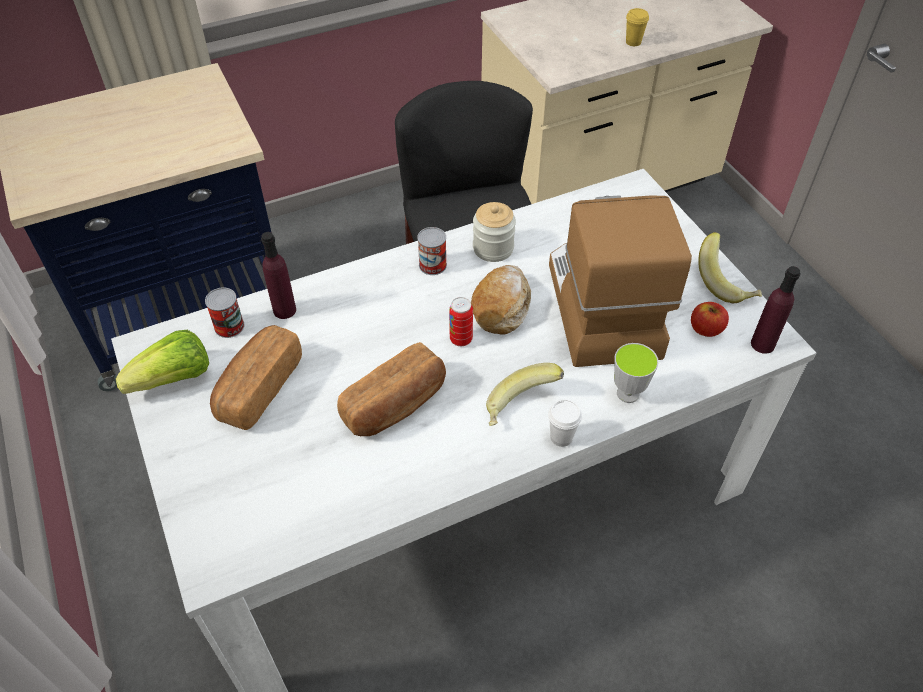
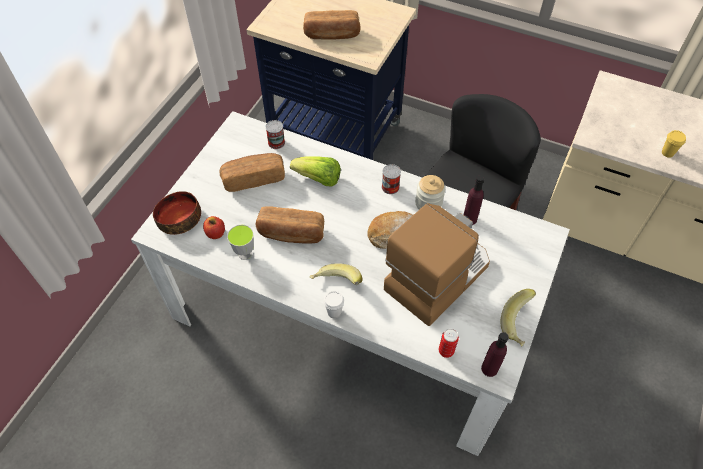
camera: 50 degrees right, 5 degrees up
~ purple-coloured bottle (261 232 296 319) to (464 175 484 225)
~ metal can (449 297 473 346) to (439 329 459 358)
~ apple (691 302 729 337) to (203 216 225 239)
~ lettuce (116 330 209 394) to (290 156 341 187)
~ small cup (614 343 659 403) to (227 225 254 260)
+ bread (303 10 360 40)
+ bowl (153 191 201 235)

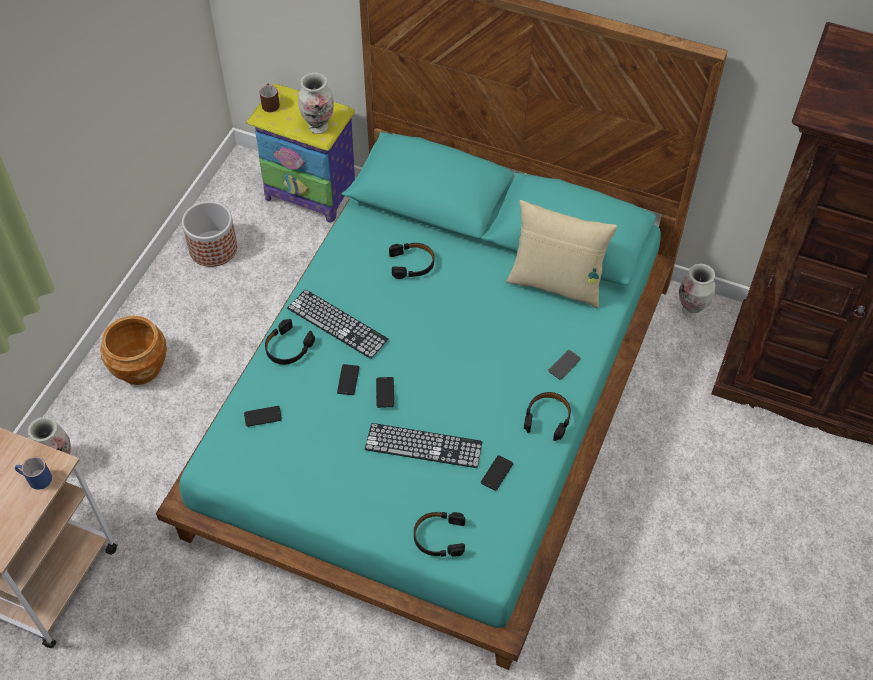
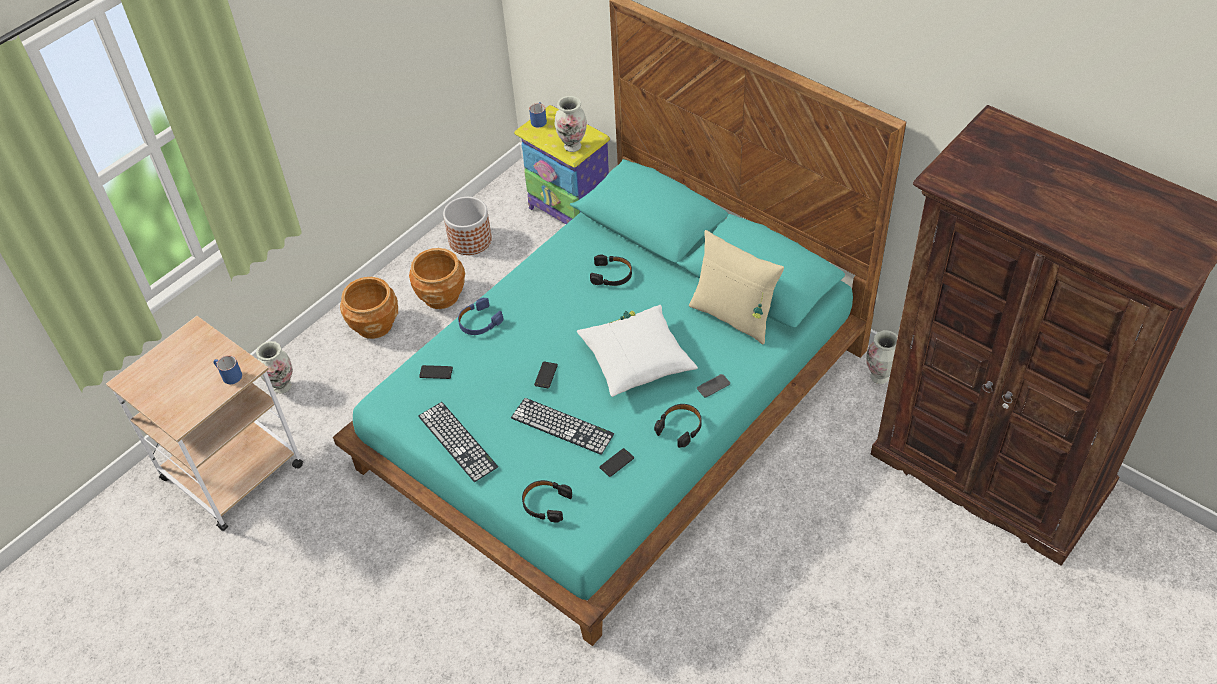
camera: 20 degrees right, 5 degrees down
~ brown-coloured tea mug (260 84 280 112) to bluish tea mug (529 102 547 127)
~ computer keyboard (287 289 389 359) to (418 402 498 482)
~ black headset (265 319 315 365) to bluish headset (458 298 504 335)
- phone (337 364 359 395)
+ brown-coloured flower pot (409 248 465 309)
+ white-coloured pillow (577 305 698 397)

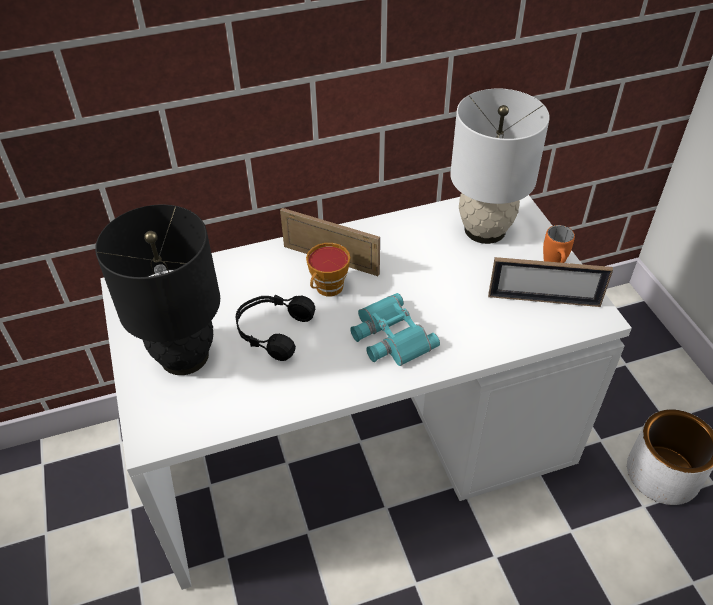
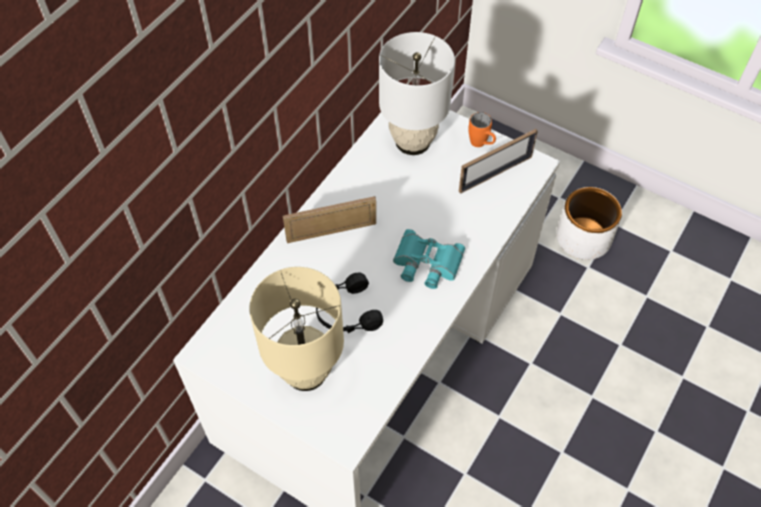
camera: 40 degrees left, 10 degrees up
~ black table lamp (95 205 220 375) to sand-coloured table lamp (249 267 344 391)
- small cup (306 243 350 296)

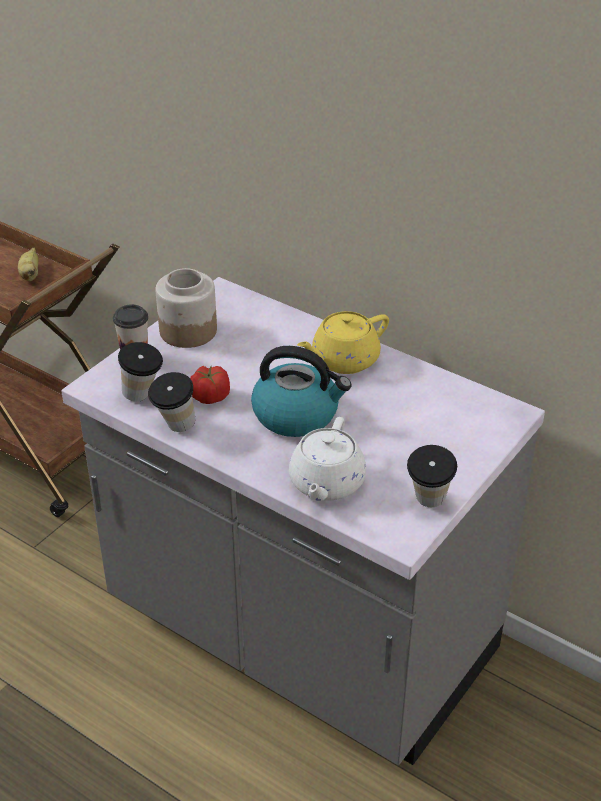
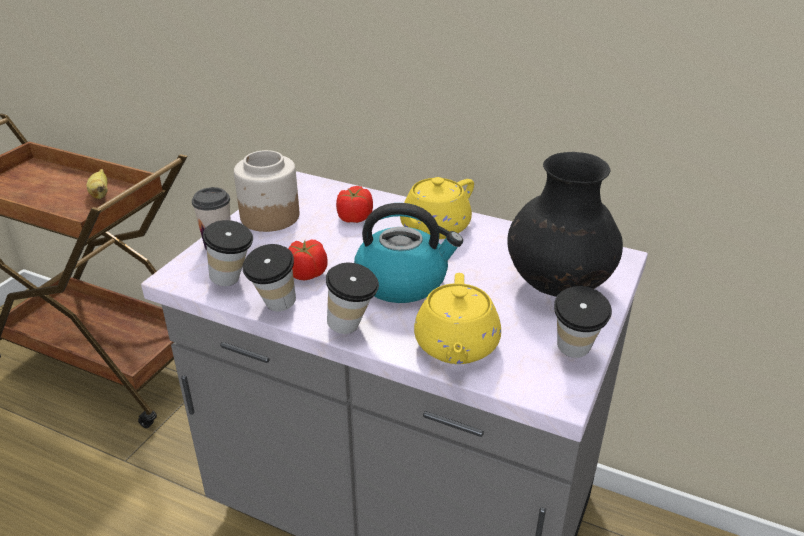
camera: 10 degrees left, 5 degrees down
~ white-coloured pot for tea (289 417 366 501) to yellow pot for tea (414 273 501 364)
+ black vase (507 152 623 297)
+ fresh tomato (336 186 373 223)
+ small cup (326 263 379 334)

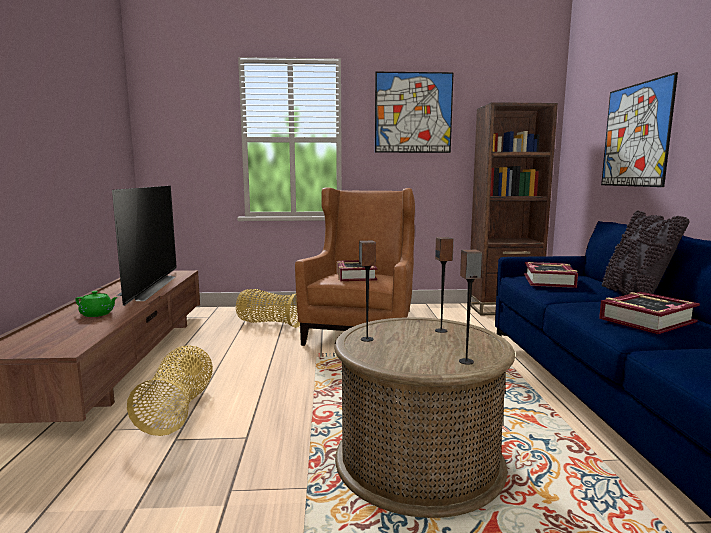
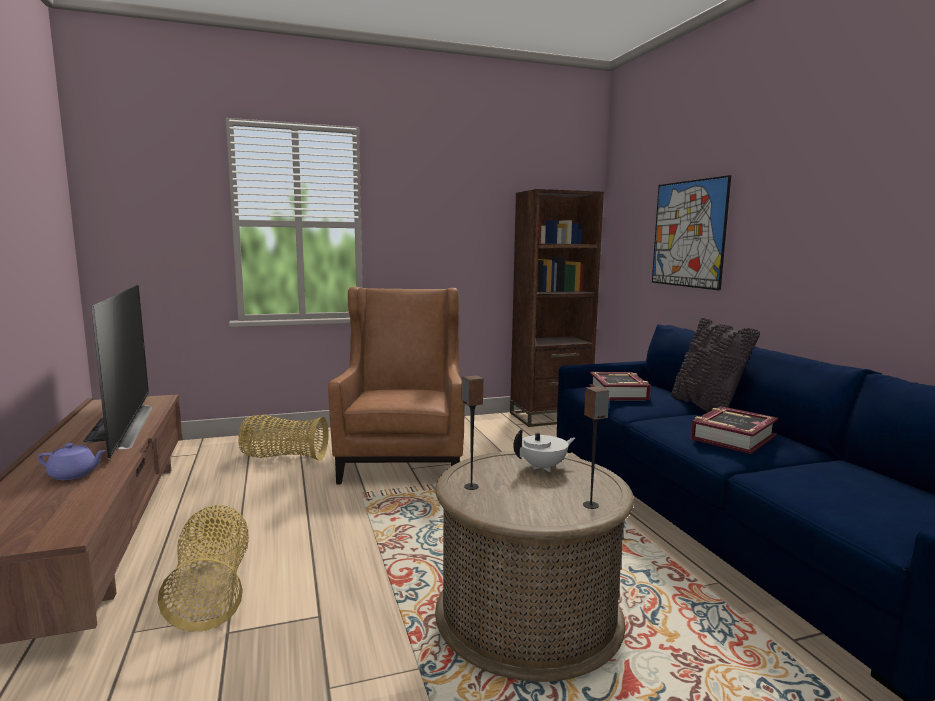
camera: 15 degrees left, 0 degrees up
- picture (375 72 454 153)
~ audio speaker (435 237 454 333) to white-coloured pot for tea (513 429 575 472)
- volume (336 260 377 281)
~ greenish pot for tea (75 291 118 317) to purple-coloured pot for tea (38 443 106 480)

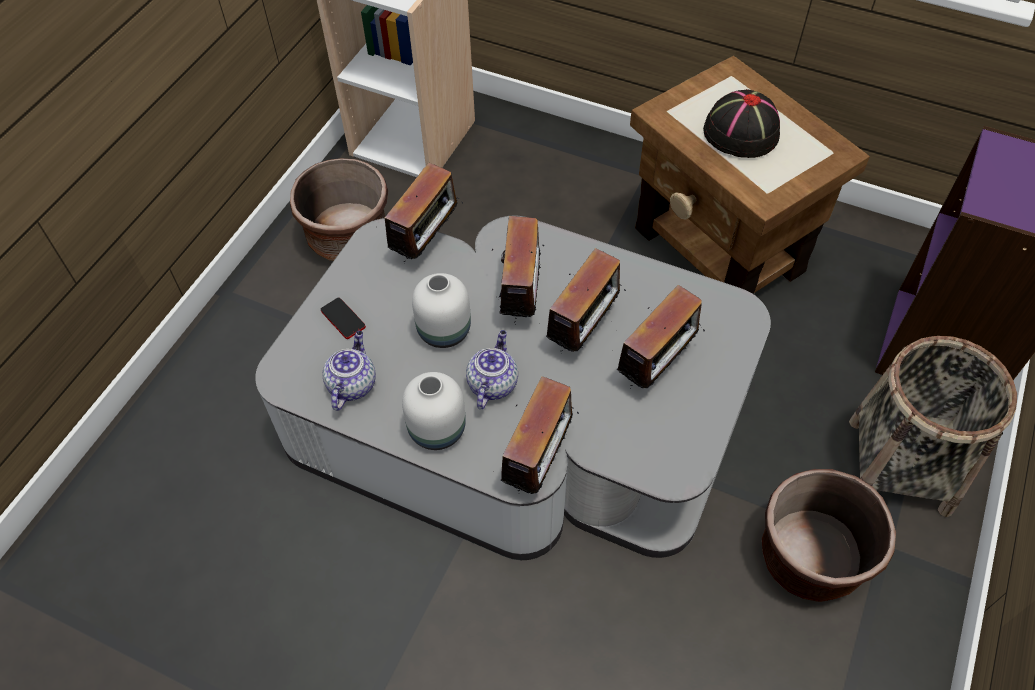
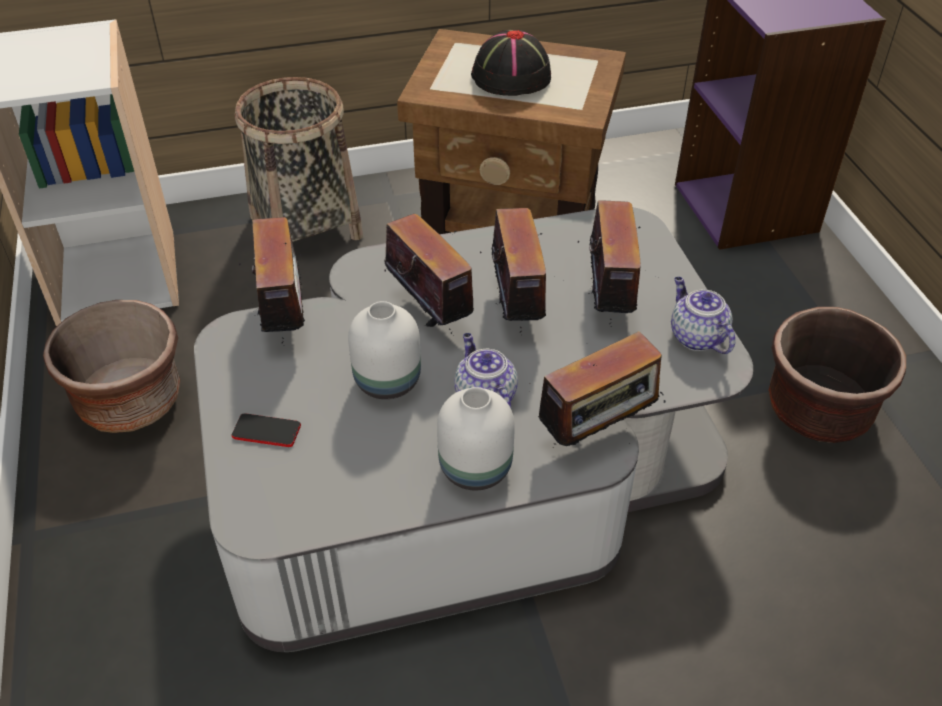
camera: 40 degrees left, 10 degrees down
~ pot for tea (323 331 376 411) to (671 277 735 354)
~ household basket (849 336 1017 517) to (235 77 363 242)
~ radio receiver (493 376 579 494) = (529 331 667 448) 75 degrees clockwise

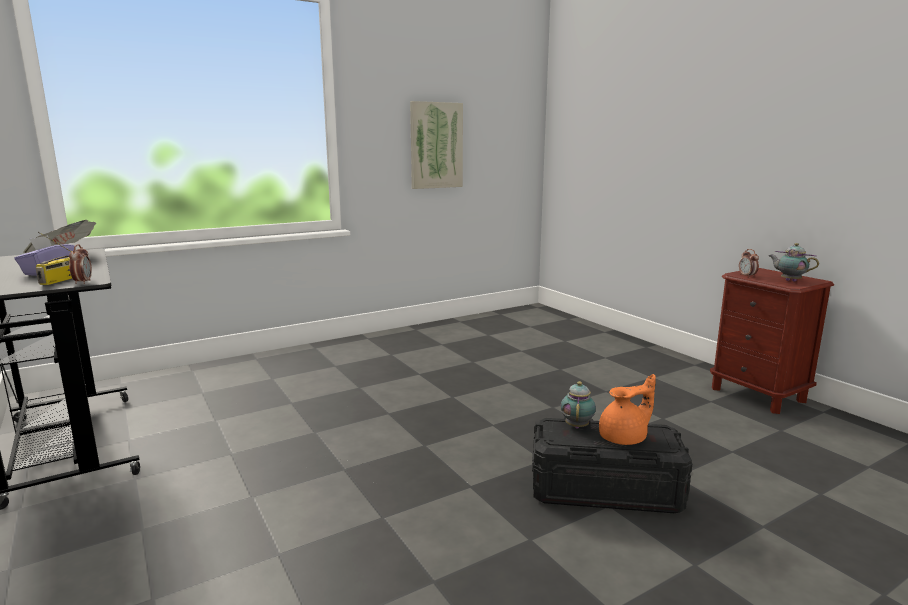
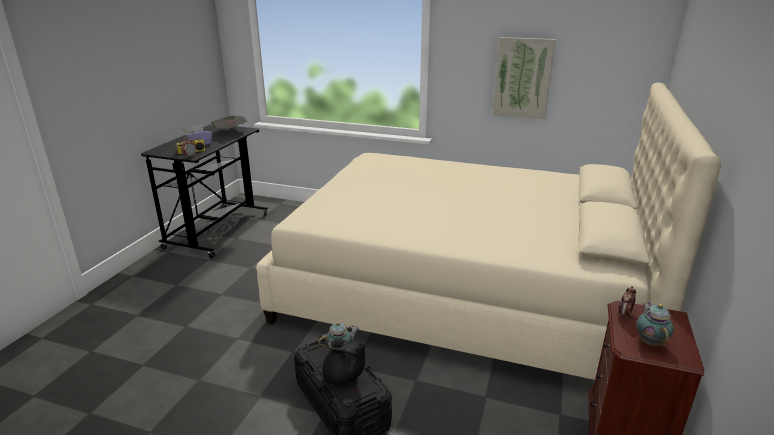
camera: 50 degrees right, 10 degrees up
~ orangey pot for tea (599 374 656 445) to black pot for tea (322 338 365 385)
+ sand-coloured bedroom bed (256 82 721 380)

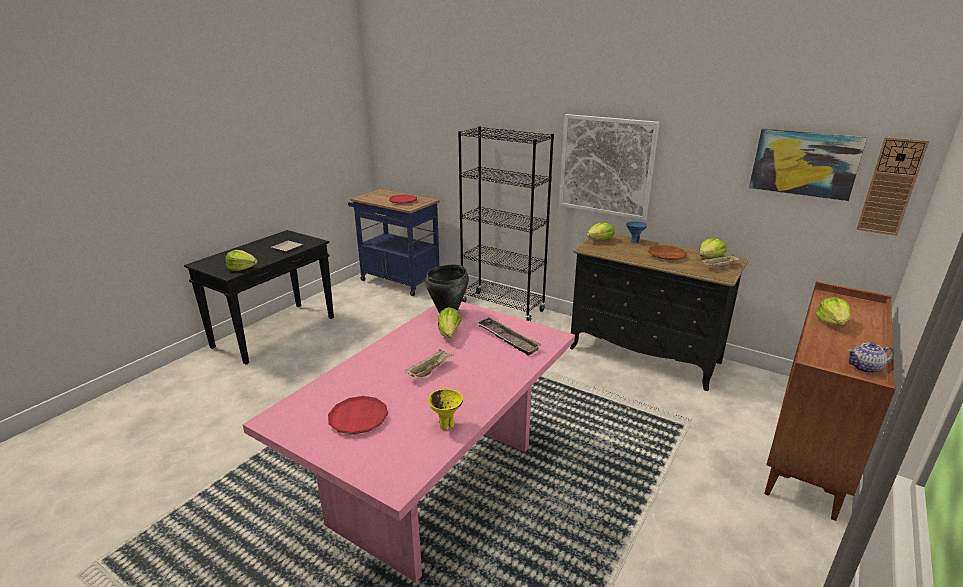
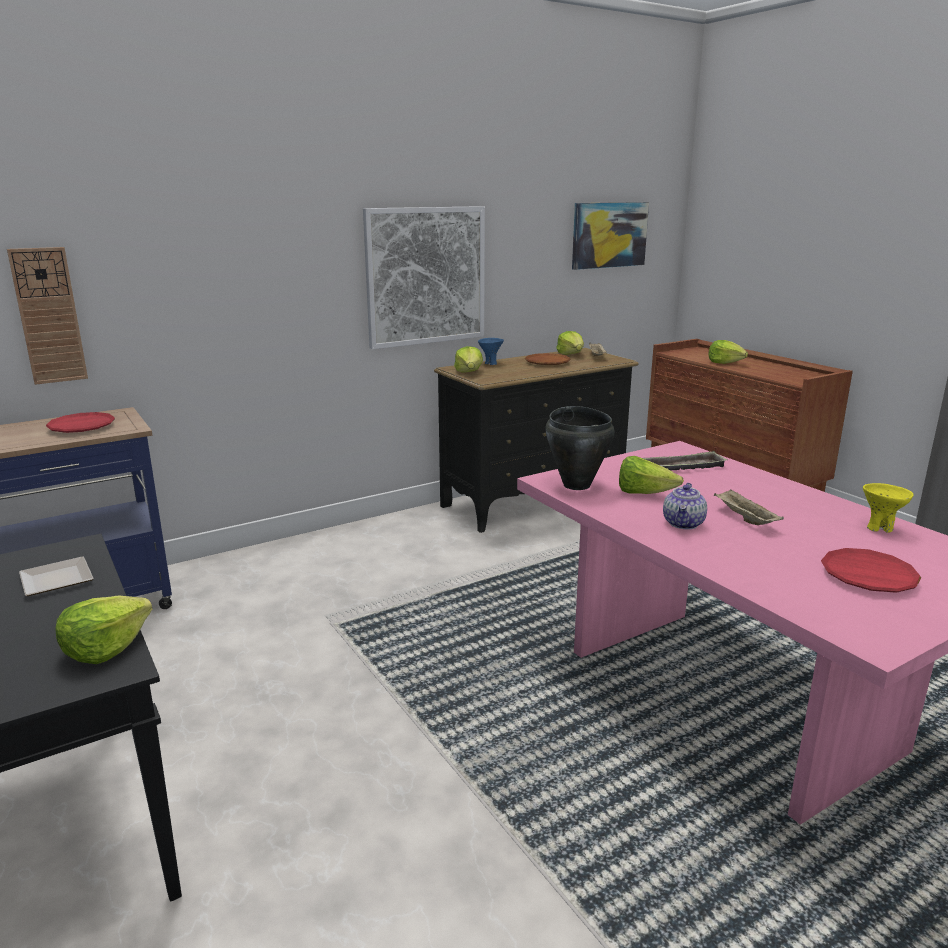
camera: 65 degrees left, 5 degrees down
- black bookcase (458 126 554 321)
~ hanging clock (856 137 929 236) to (7 247 88 385)
~ pot for tea (847 342 894 373) to (663 483 707 529)

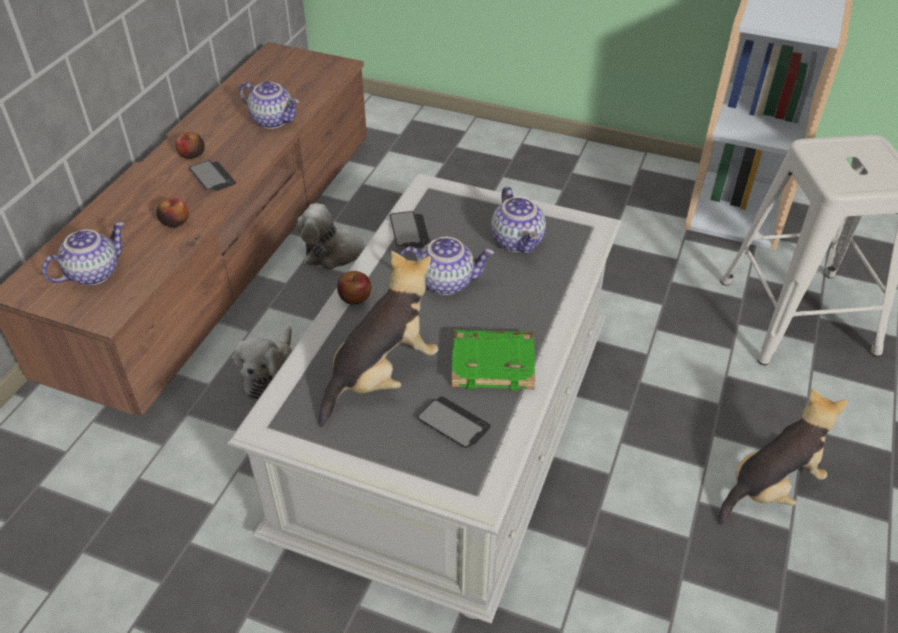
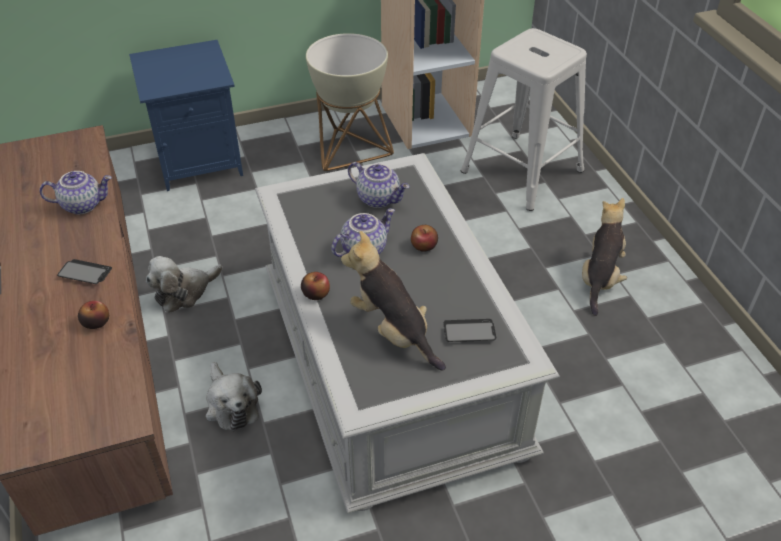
camera: 40 degrees left, 0 degrees up
~ apple (175 132 205 159) to (411 225 438 252)
- phone (390 211 430 248)
- pot for tea (42 222 125 285)
~ soft toy (318 251 439 427) = (341 231 446 371) 45 degrees counterclockwise
- greenish volume (451 330 535 391)
+ flower pot (306 33 394 171)
+ bluish nightstand (129 40 243 191)

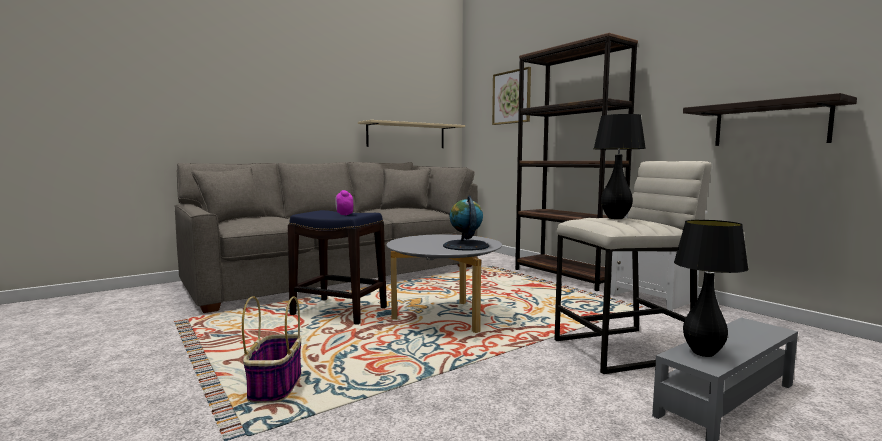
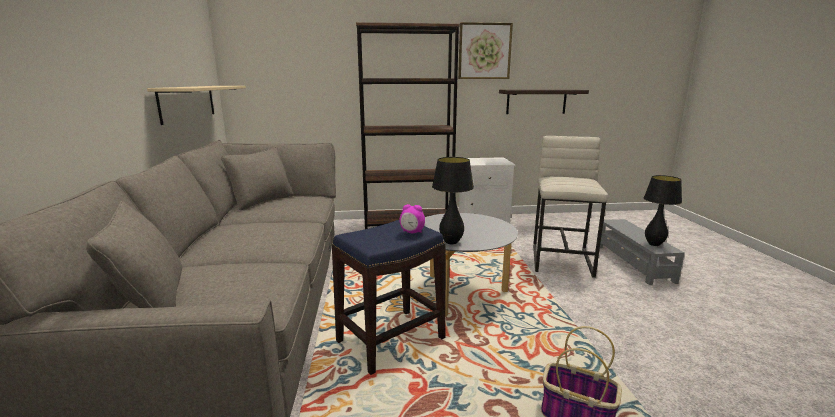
camera: 60 degrees left, 10 degrees up
~ picture (492 67 531 125) to (458 22 513 79)
~ black table lamp (594 114 646 219) to (432 157 474 244)
- world globe (443 196 489 250)

